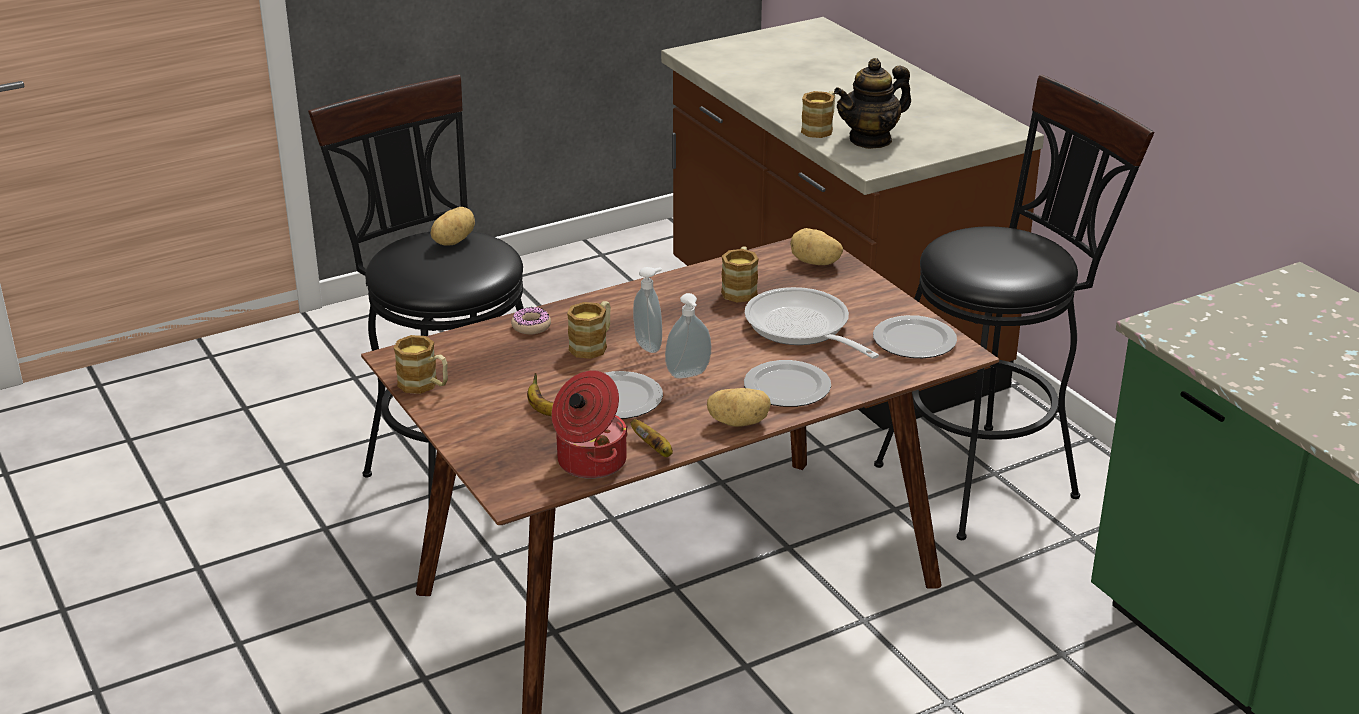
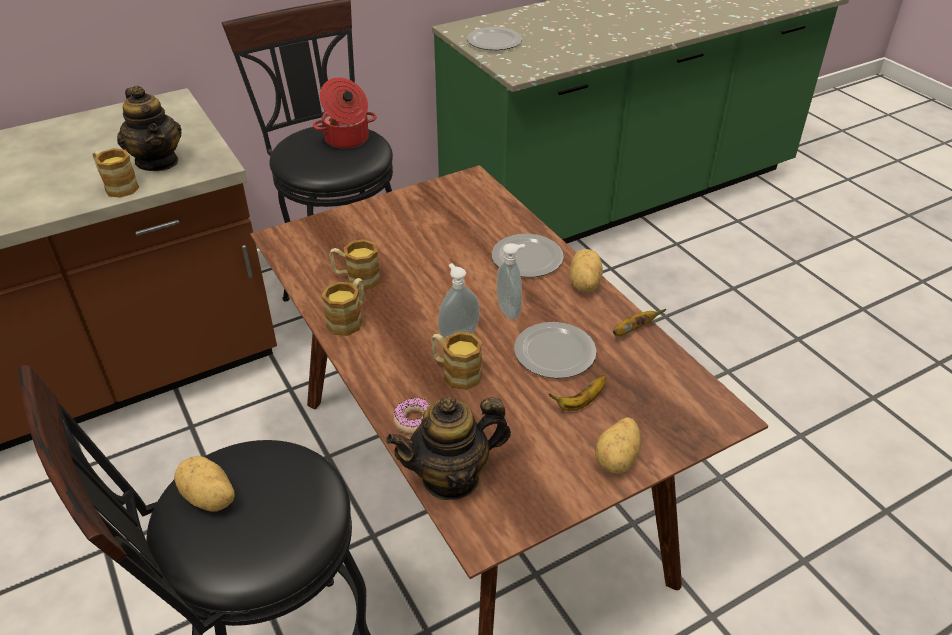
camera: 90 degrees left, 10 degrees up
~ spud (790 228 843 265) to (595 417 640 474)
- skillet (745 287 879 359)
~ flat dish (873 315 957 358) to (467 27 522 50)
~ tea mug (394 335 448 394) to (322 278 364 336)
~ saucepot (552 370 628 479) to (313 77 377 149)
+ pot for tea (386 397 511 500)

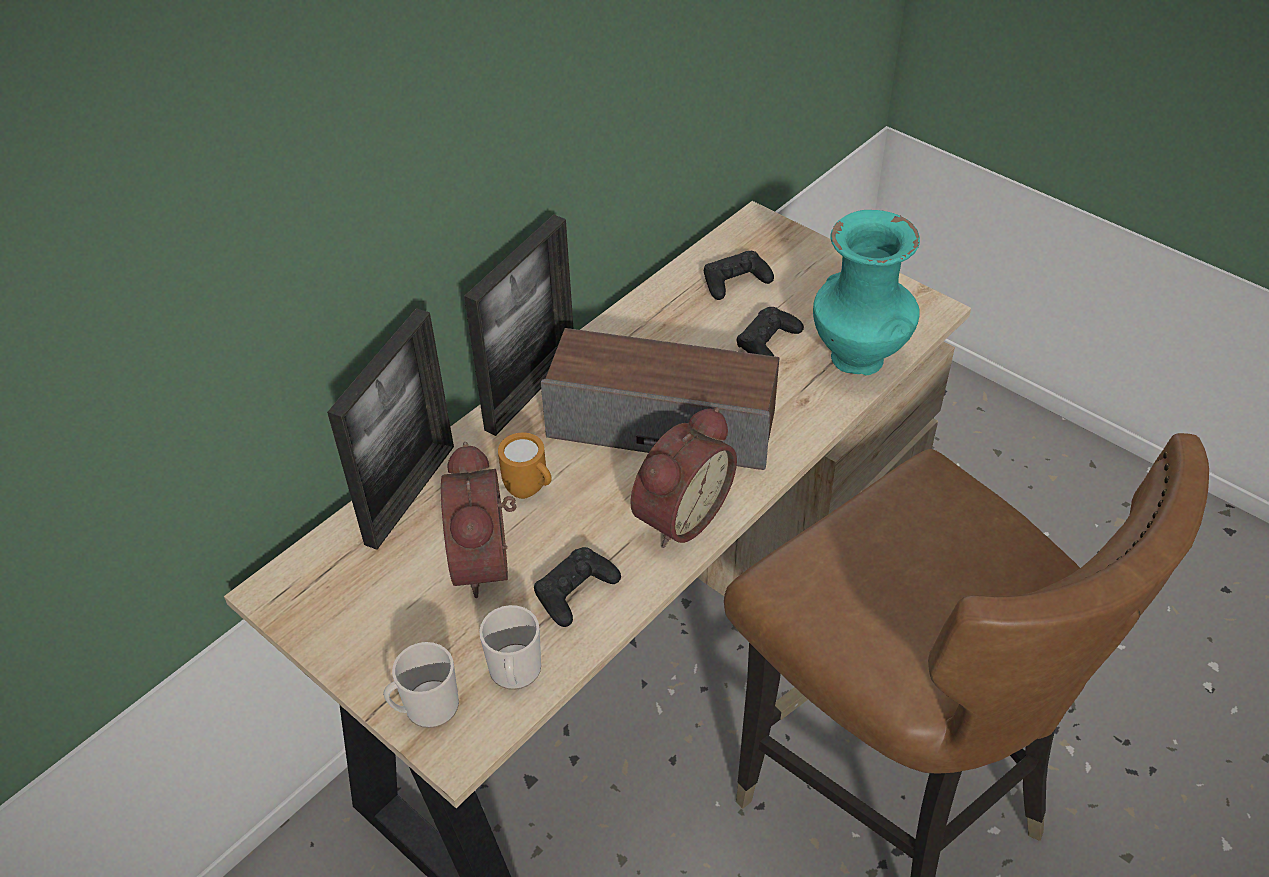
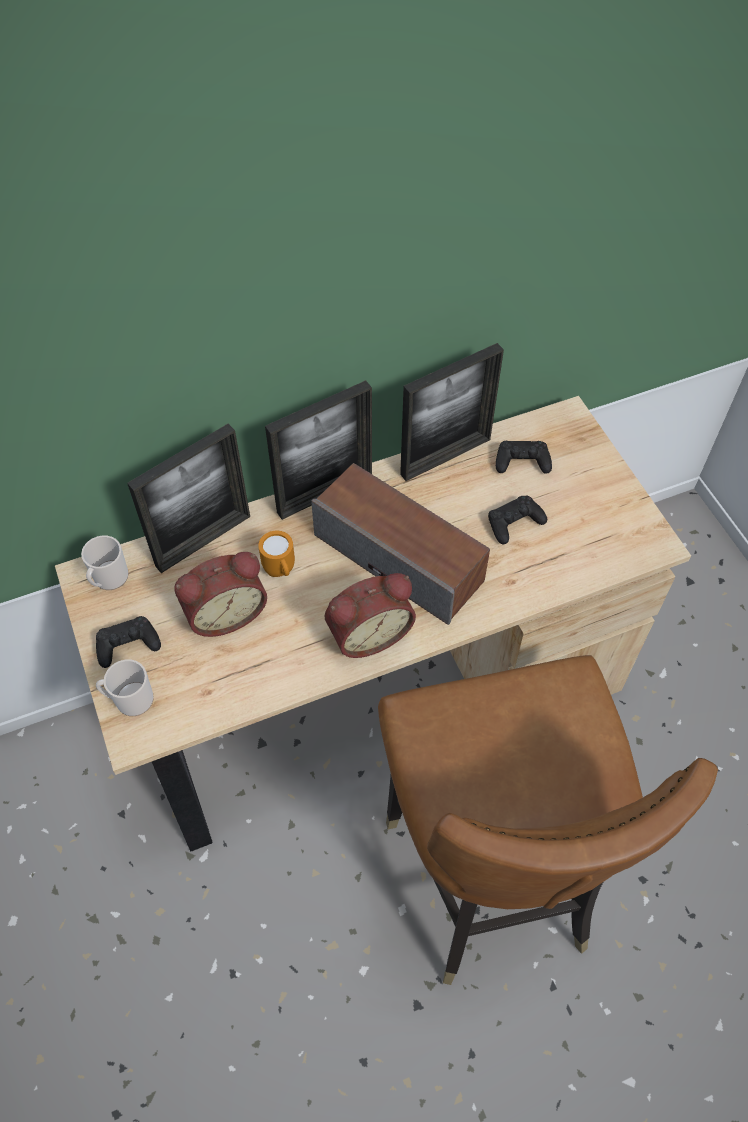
camera: 25 degrees right, 10 degrees up
- turquoise vase (813 210 920 375)
~ bedside clock (441 442 517 598) = (174 552 267 637) 135 degrees counterclockwise
~ black gamepad (534 547 621 627) to (96 616 161 668)
~ tea mug (479 605 541 690) to (81 536 129 590)
+ photo frame (400 343 504 481)

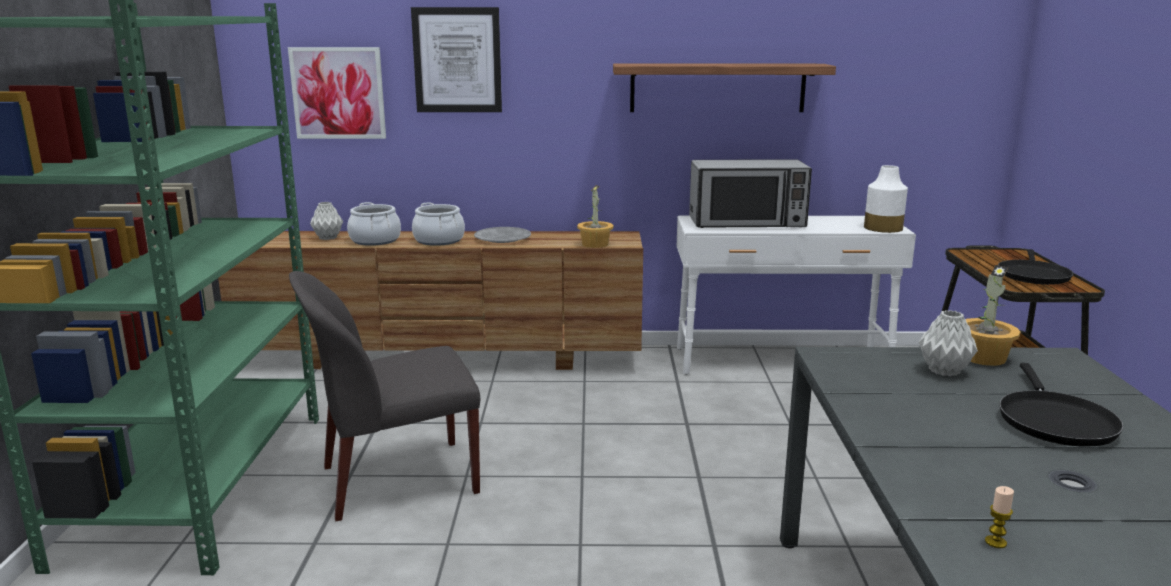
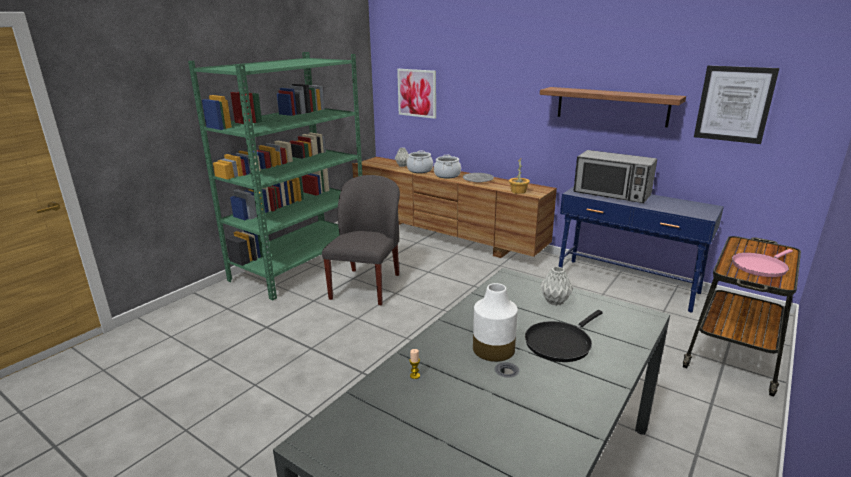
camera: 35 degrees right, 5 degrees up
~ picture (411 7 502 112) to (694 65 779 144)
~ white-coloured vase (864 165 908 233) to (473 283 518 362)
~ white-coloured console table (676 215 916 375) to bluish console table (558 186 724 313)
~ black skillet (998 249 1073 285) to pinkish skillet (732 249 793 277)
- plant in a pot (966 265 1020 366)
~ gray plain chair (289 271 480 521) = (322 175 400 305) 90 degrees clockwise

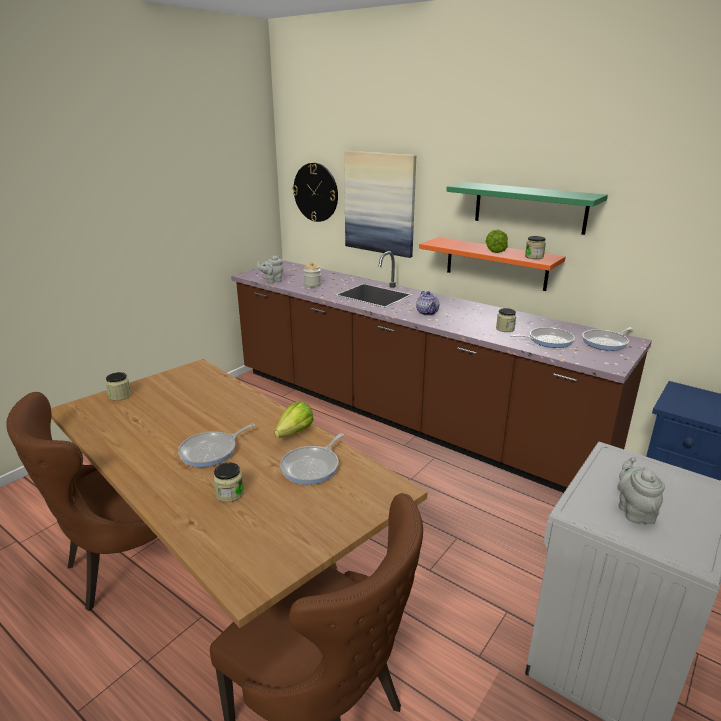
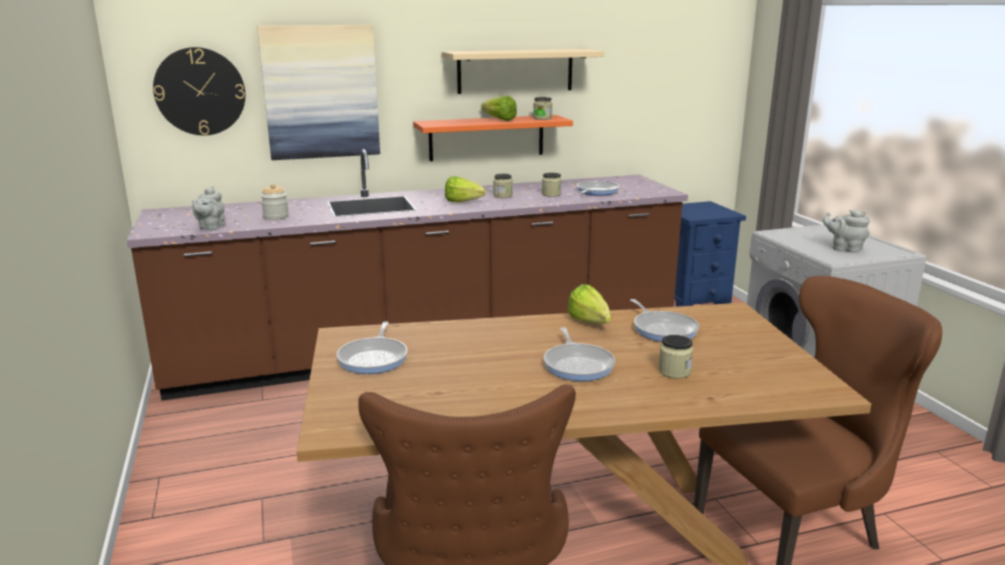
camera: 55 degrees left, 5 degrees down
~ greenish wall shelf (446 182 608 235) to sand-coloured wall shelf (442 49 604 94)
~ pot for tea (416 291 439 316) to lettuce (445 176 486 202)
~ skillet (582 327 634 351) to (337 322 407 374)
~ storage jar (106 372 131 401) to (493 174 513 198)

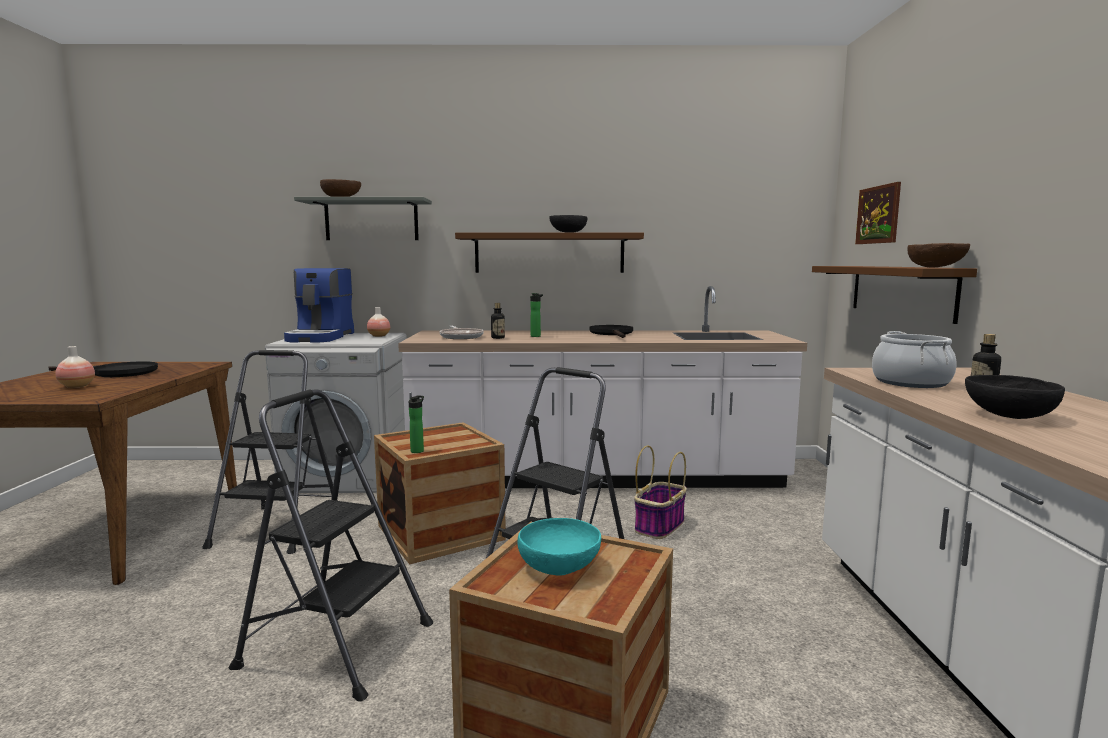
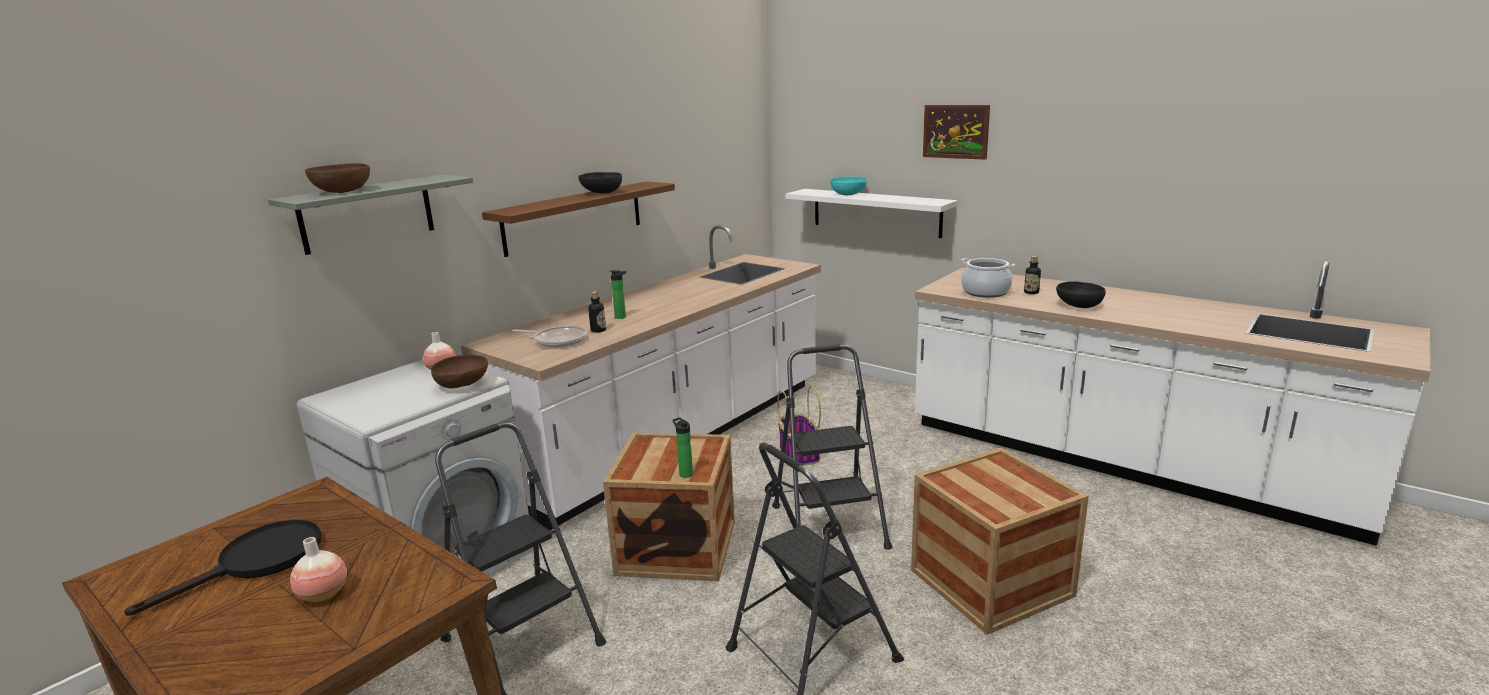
camera: 50 degrees left, 10 degrees up
~ picture (855 182 901 244) to (923 105 990 160)
~ brown-coloured bowl (908 243 970 267) to (431 355 488 389)
~ brown-coloured wall shelf (812 266 977 324) to white-coloured wall shelf (785 189 958 238)
- coffee machine (284 268 354 343)
- black skillet (589 325 633 338)
~ turquoise bowl (518 518 601 576) to (830 177 867 195)

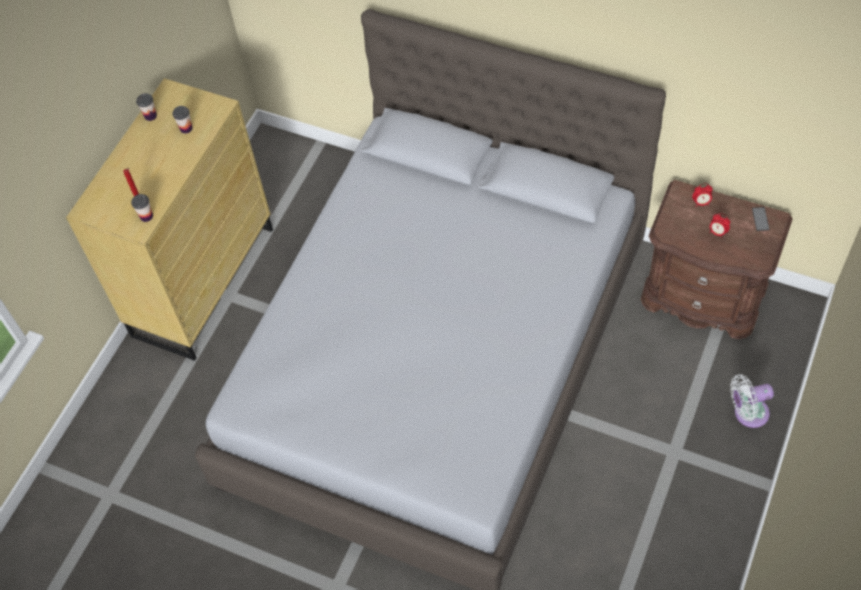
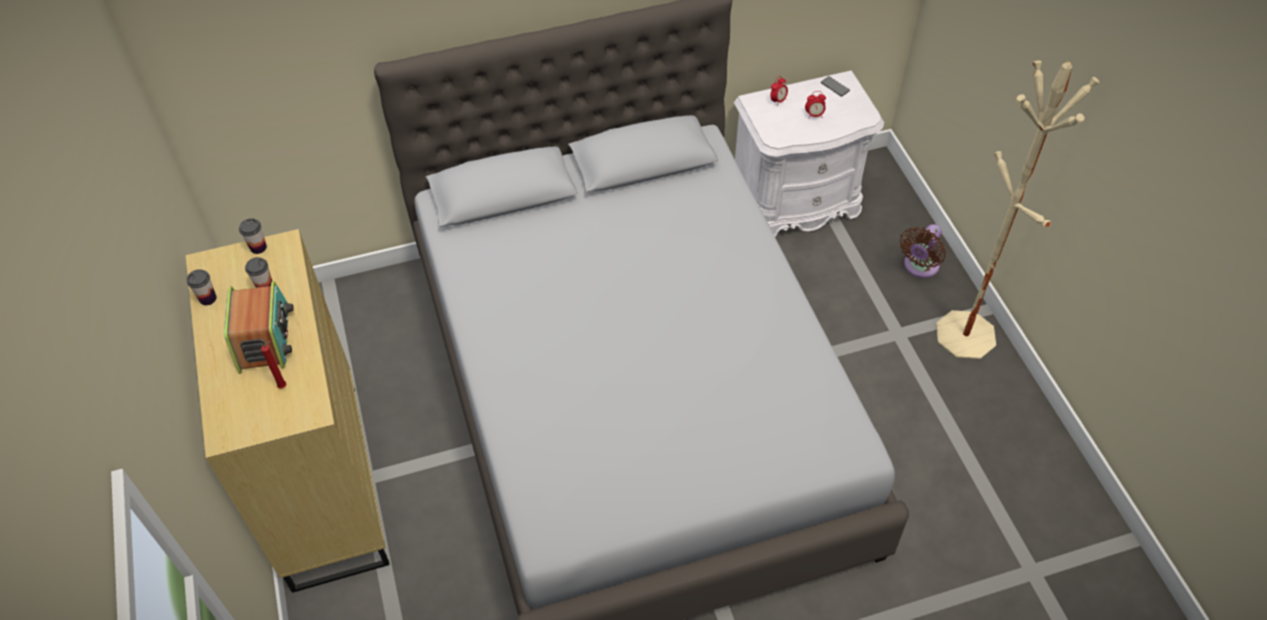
camera: 45 degrees left, 5 degrees down
~ brown-coloured nightstand (641 180 793 339) to white-coloured nightstand (734 70 884 236)
~ small cup (131 194 153 222) to (239 218 267 254)
~ white-coloured electric fan (730 374 774 428) to brown-coloured electric fan (900 224 946 278)
+ sand-coloured garment stand (936 60 1099 359)
+ radio receiver (224 281 294 374)

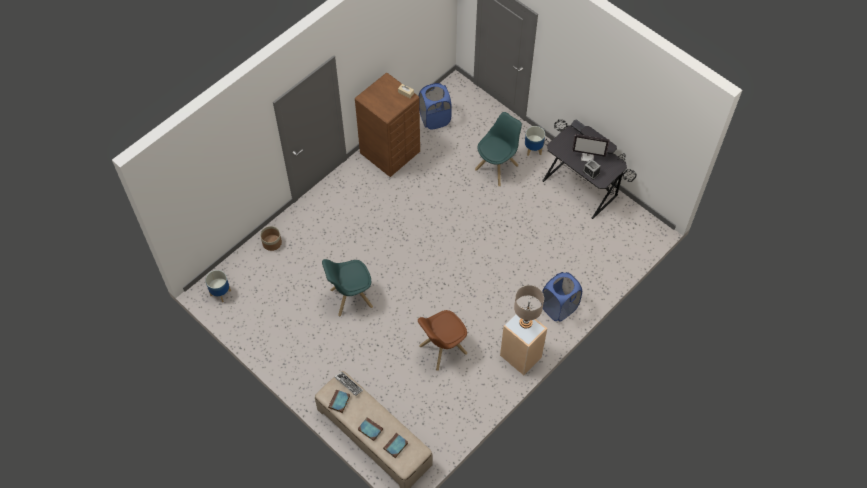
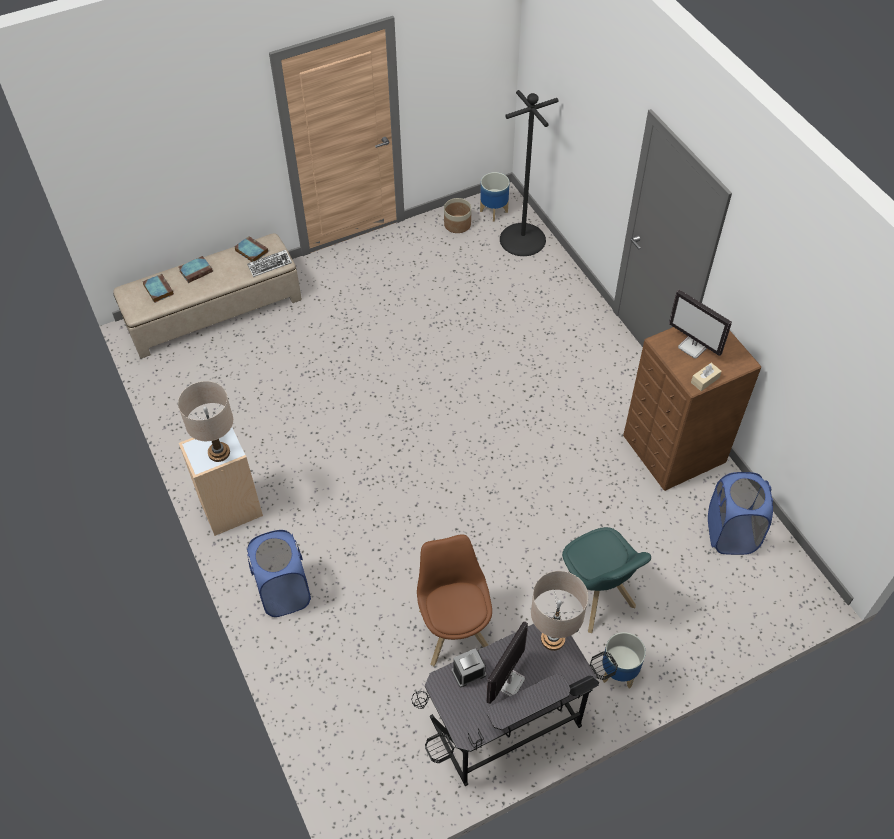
camera: 110 degrees right, 5 degrees down
~ flower pot (260 226 282 251) to (444 198 471 233)
- turquoise plain chair (322 259 373 316)
~ brown-coloured plain chair (418 310 467 371) to (417 534 492 666)
+ black garment stand (500 90 559 256)
+ computer display (669 290 732 358)
+ sand-coloured table lamp (531 571 588 651)

